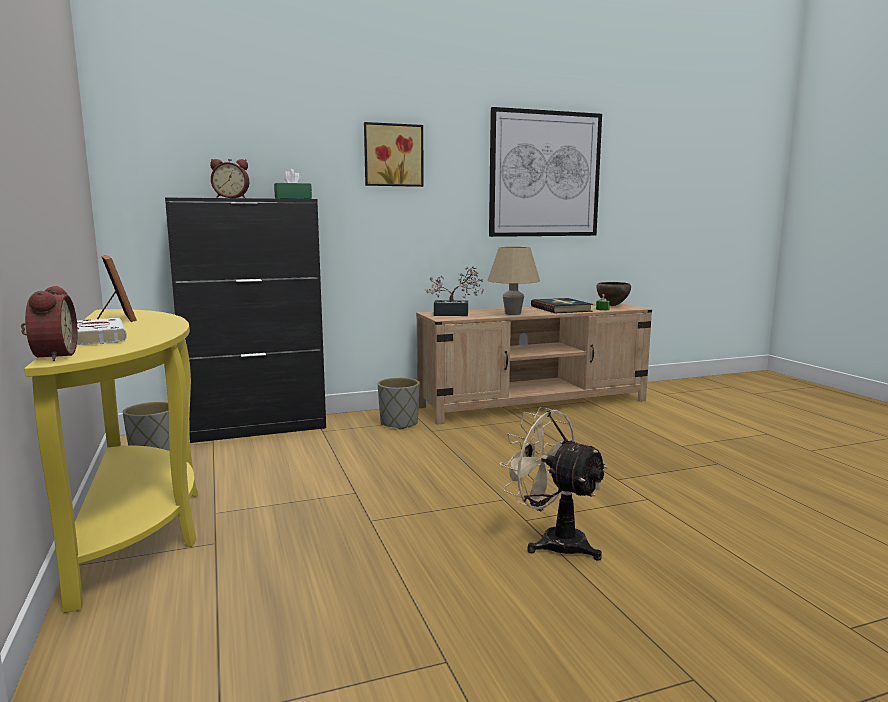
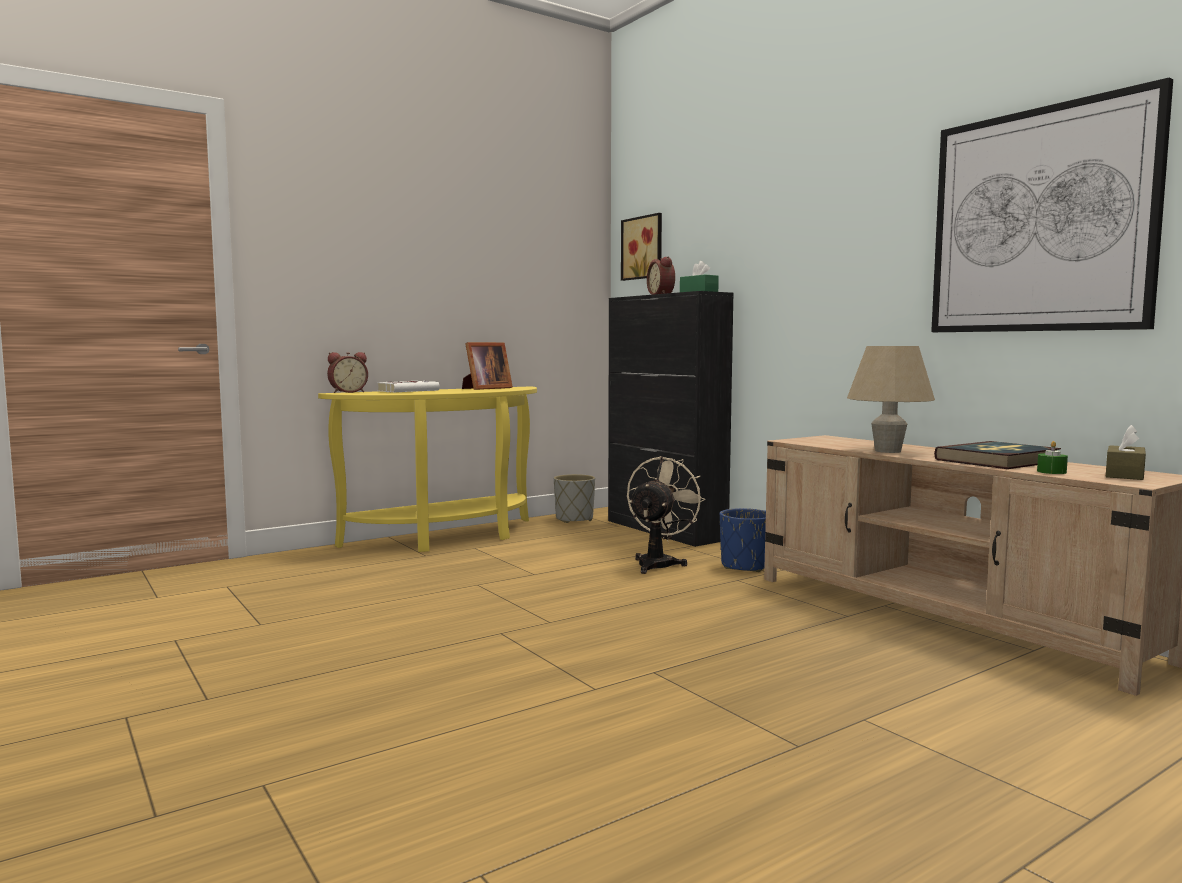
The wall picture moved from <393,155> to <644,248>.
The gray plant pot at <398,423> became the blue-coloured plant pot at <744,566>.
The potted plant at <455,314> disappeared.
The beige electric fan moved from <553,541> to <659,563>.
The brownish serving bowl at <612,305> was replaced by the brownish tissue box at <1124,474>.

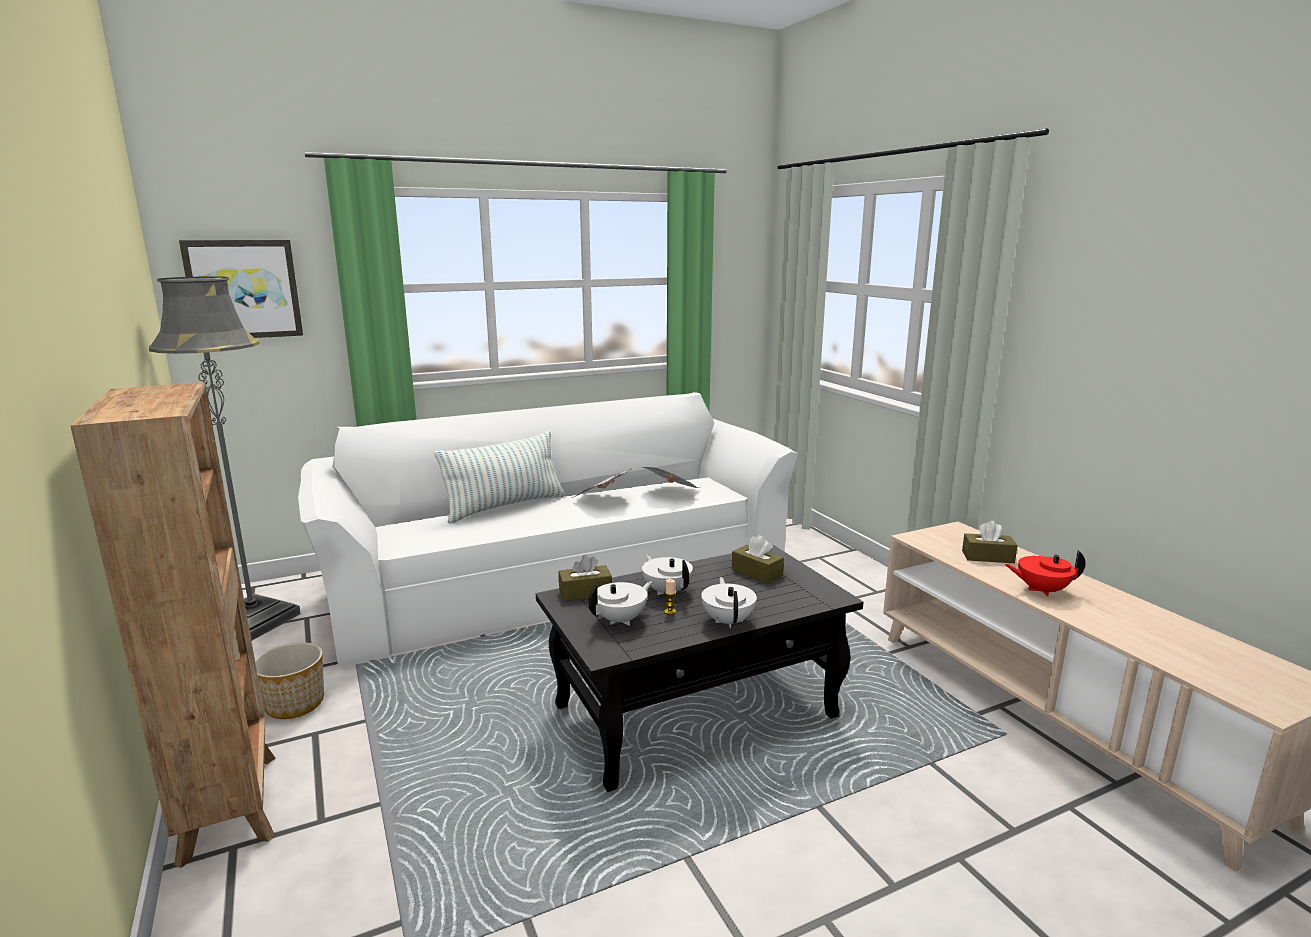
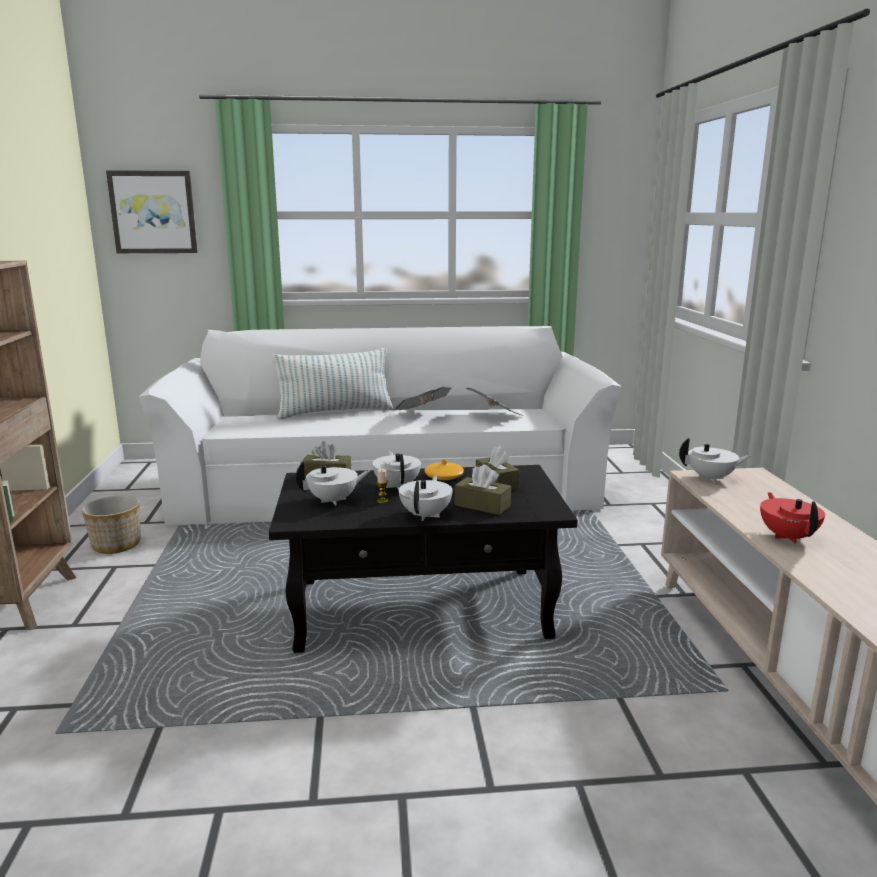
The gray standard lamp at <254,621> disappeared.
The brownish tissue box moved from <987,557> to <482,505>.
The reddish tea pot at <1041,590> turned 60 degrees clockwise.
The orangey flower vase at <444,477> appeared.
The white tea pot at <711,478> appeared.

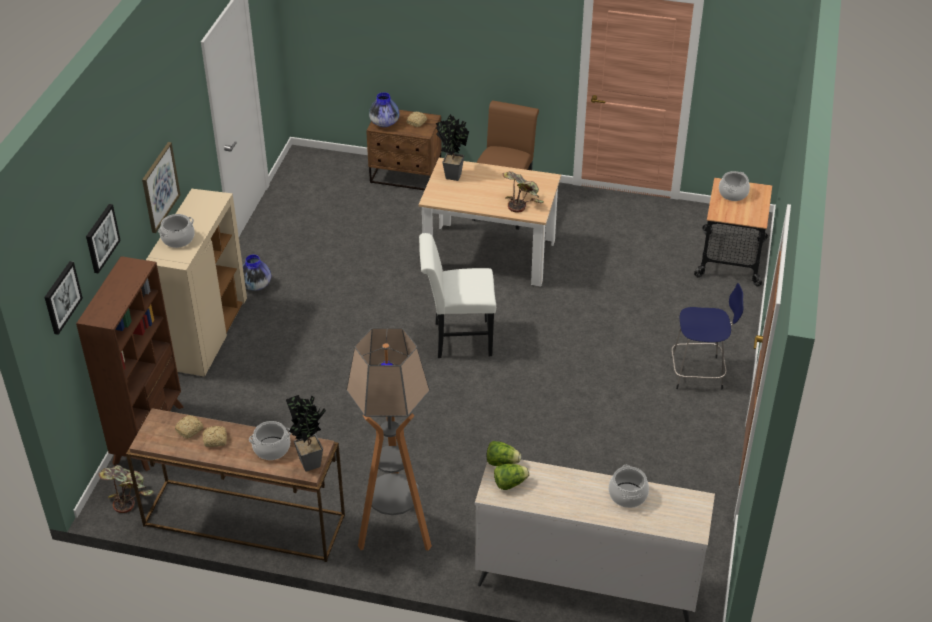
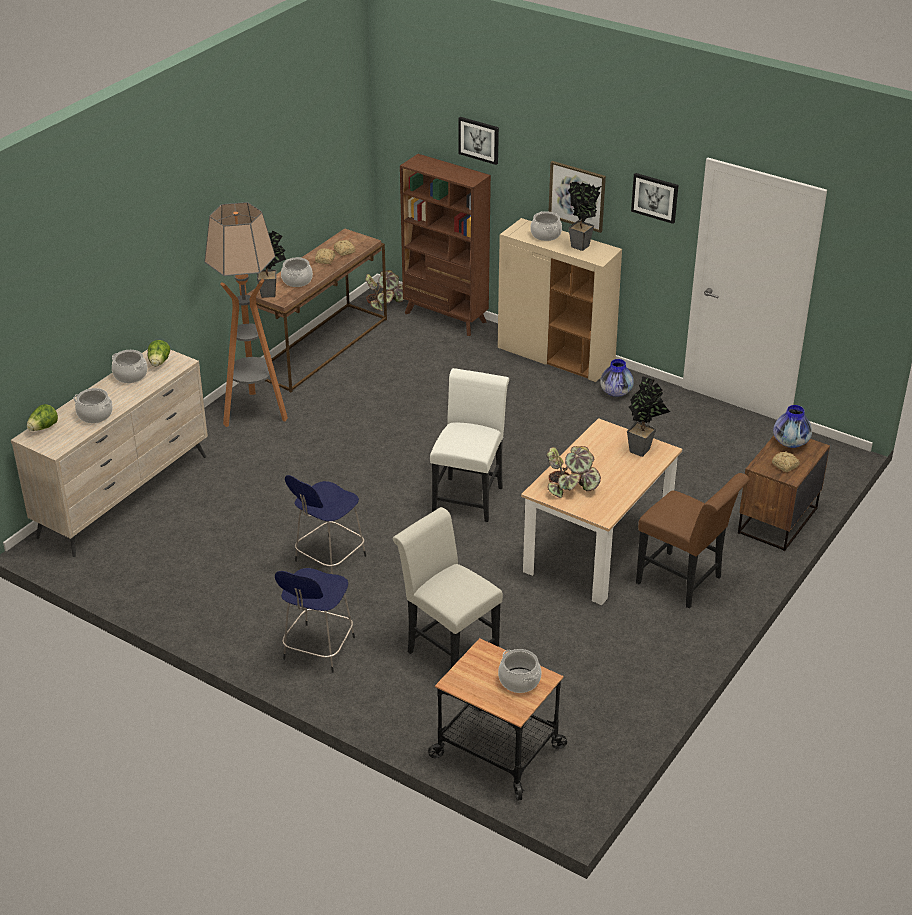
The wall picture moved from <62,297> to <655,197>.
The lettuce moved from <502,462> to <43,428>.
The saucepot at <130,375> appeared.
The blue-coloured stool at <328,560> appeared.
The white plain chair at <448,649> appeared.
The potted plant at <581,247> appeared.

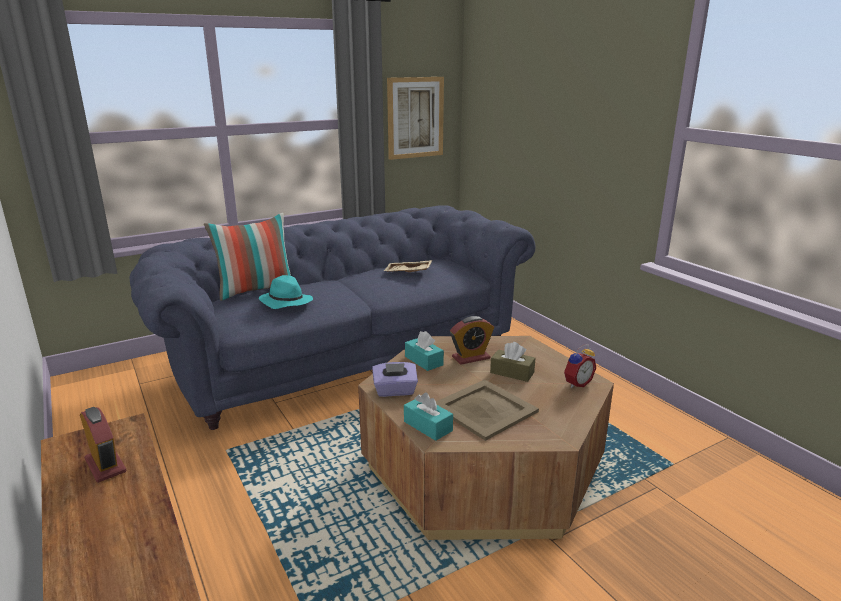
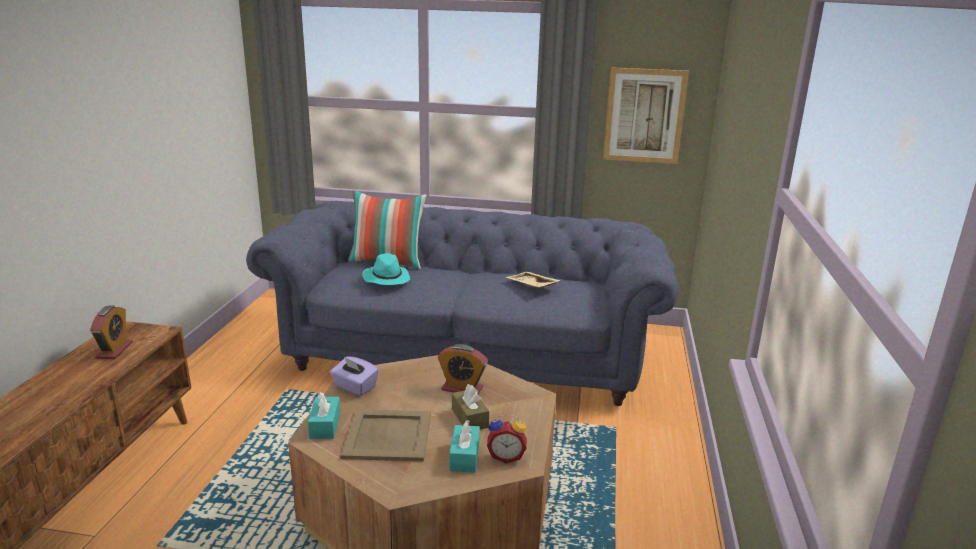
The turquoise-coloured tissue box moved from <424,361> to <464,456>.

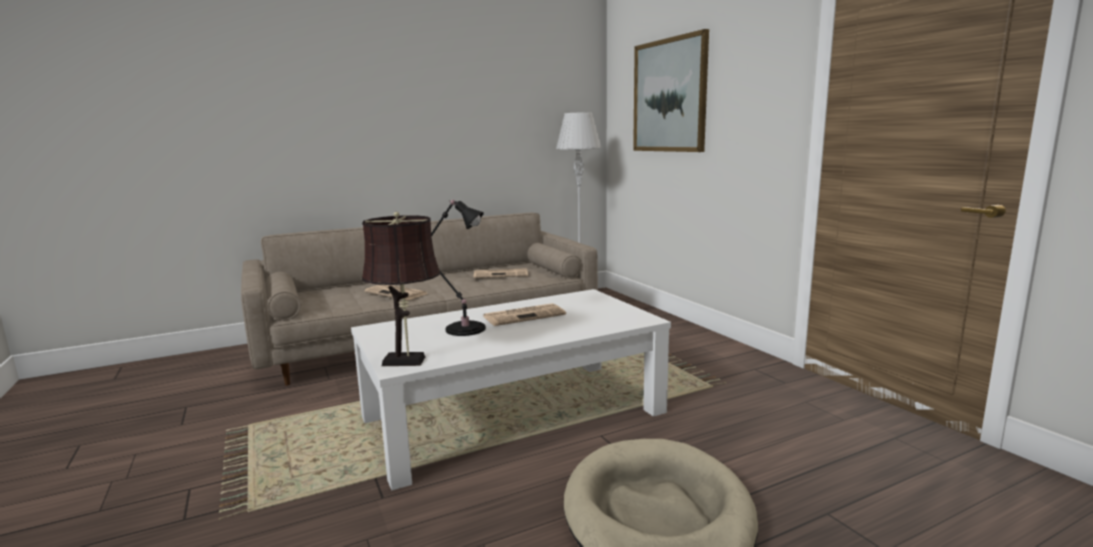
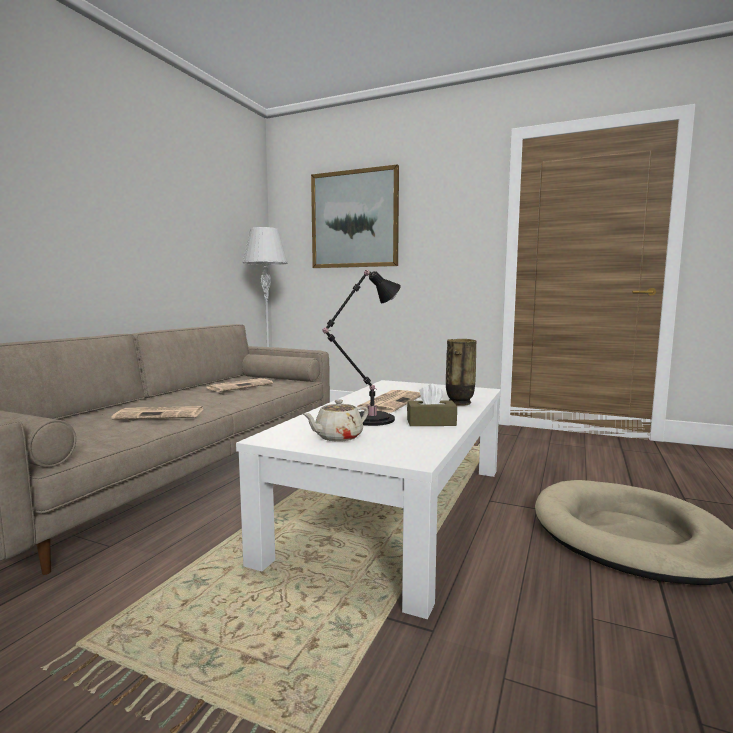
The brownish table lamp at <408,361> disappeared.
The beige tea pot at <337,437> appeared.
The brownish tissue box at <431,423> appeared.
The flower vase at <460,403> appeared.

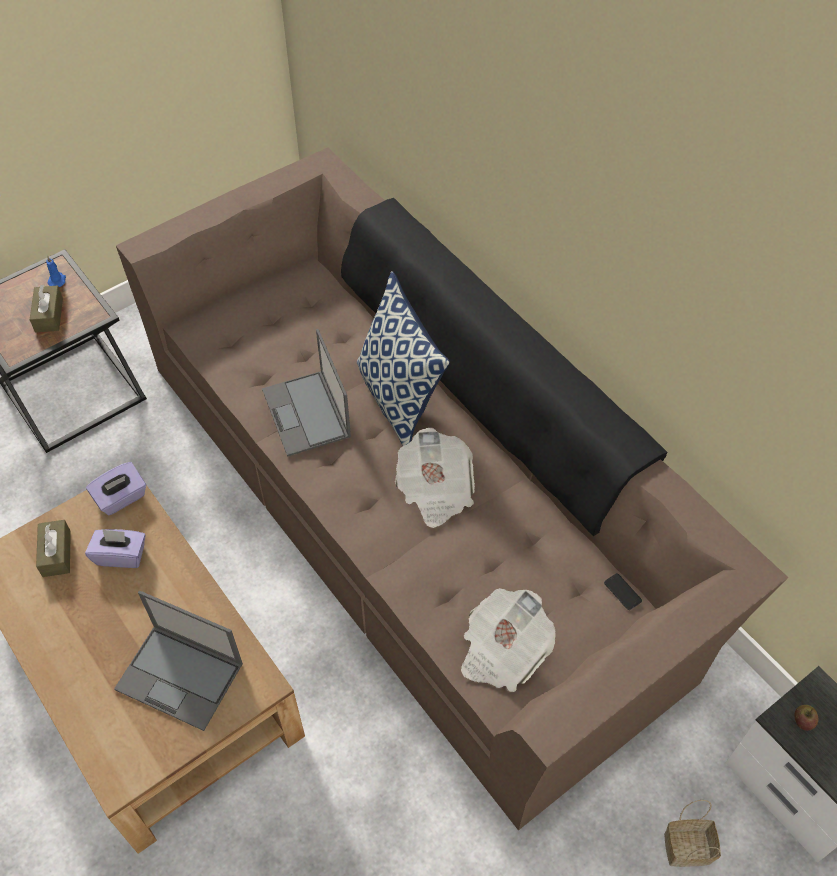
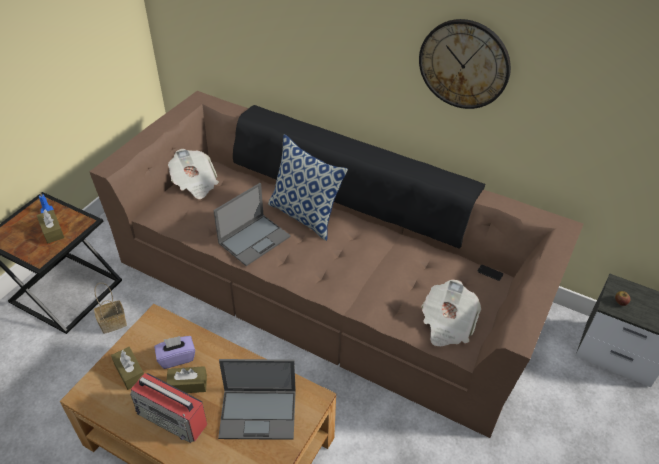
The purple tissue box at <121,498> disappeared.
The notebook computer at <307,414> turned 90 degrees counterclockwise.
The daily paper moved from <435,490> to <195,183>.
The basket moved from <689,847> to <114,322>.
The radio receiver at <173,419> appeared.
The brownish tissue box at <187,384> appeared.
The wall clock at <464,64> appeared.

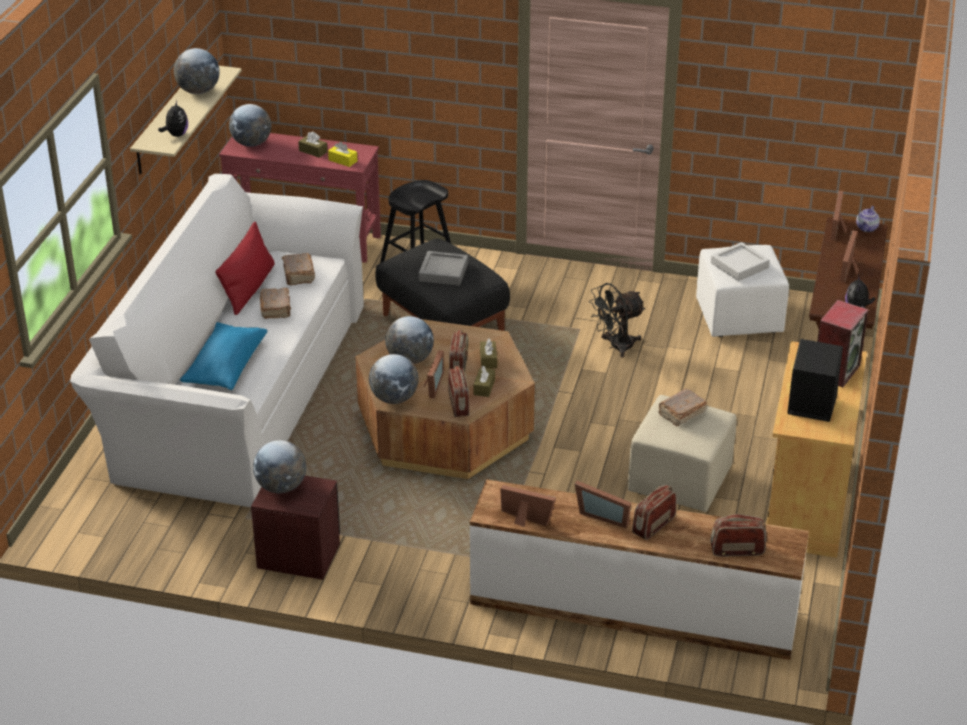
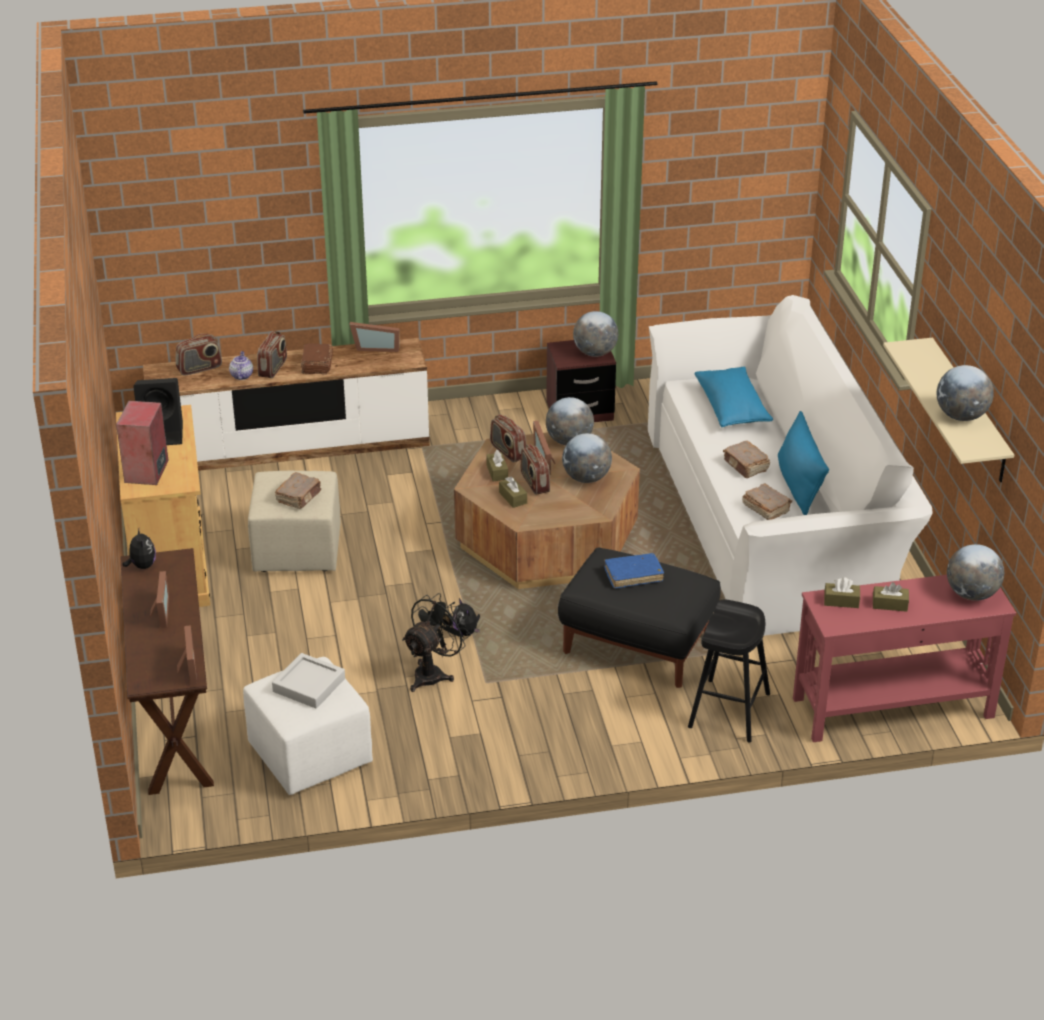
The cuddly toy moved from <176,135> to <466,632>.
The reddish throw pillow at <249,288> became the blue-coloured throw pillow at <798,484>.
The yellow-coloured tissue box at <343,160> became the brownish tissue box at <841,601>.
The gray carrying tray at <443,272> was replaced by the blue-coloured bound book at <633,575>.
The picture frame at <603,515> was replaced by the brownish bound book at <316,365>.
The tea pot moved from <867,228> to <241,375>.

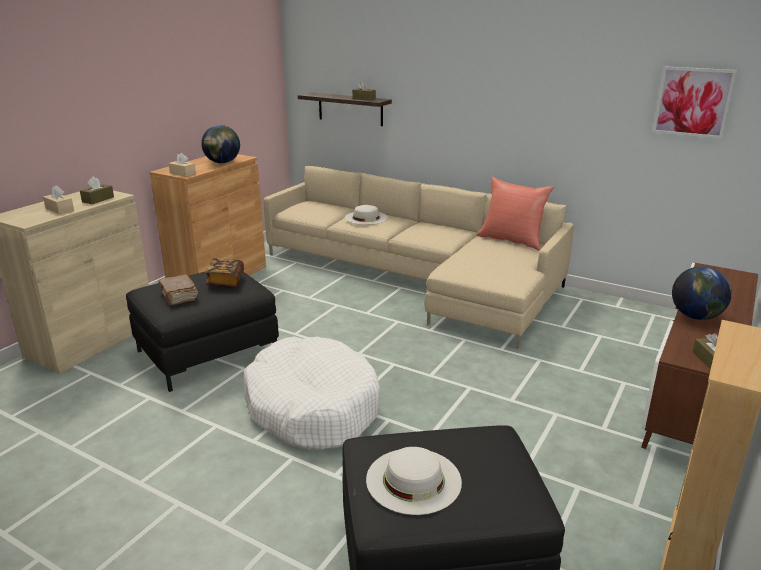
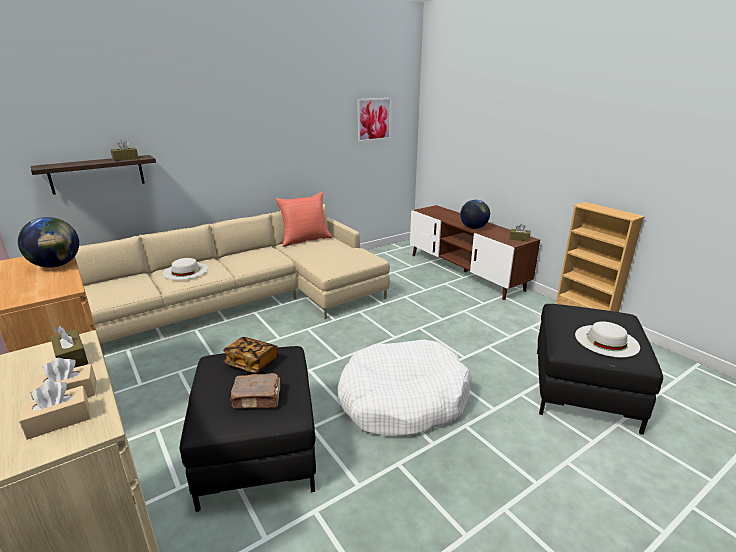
The beige tissue box moved from <182,173> to <59,420>.

